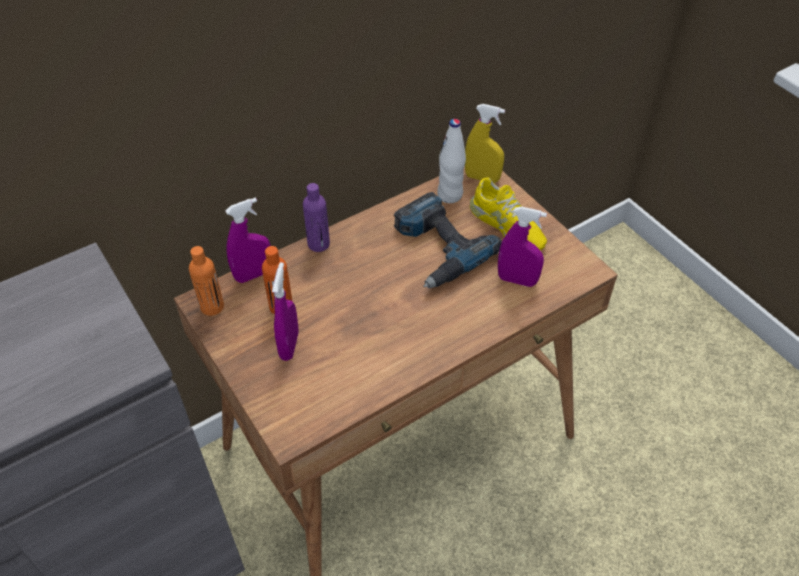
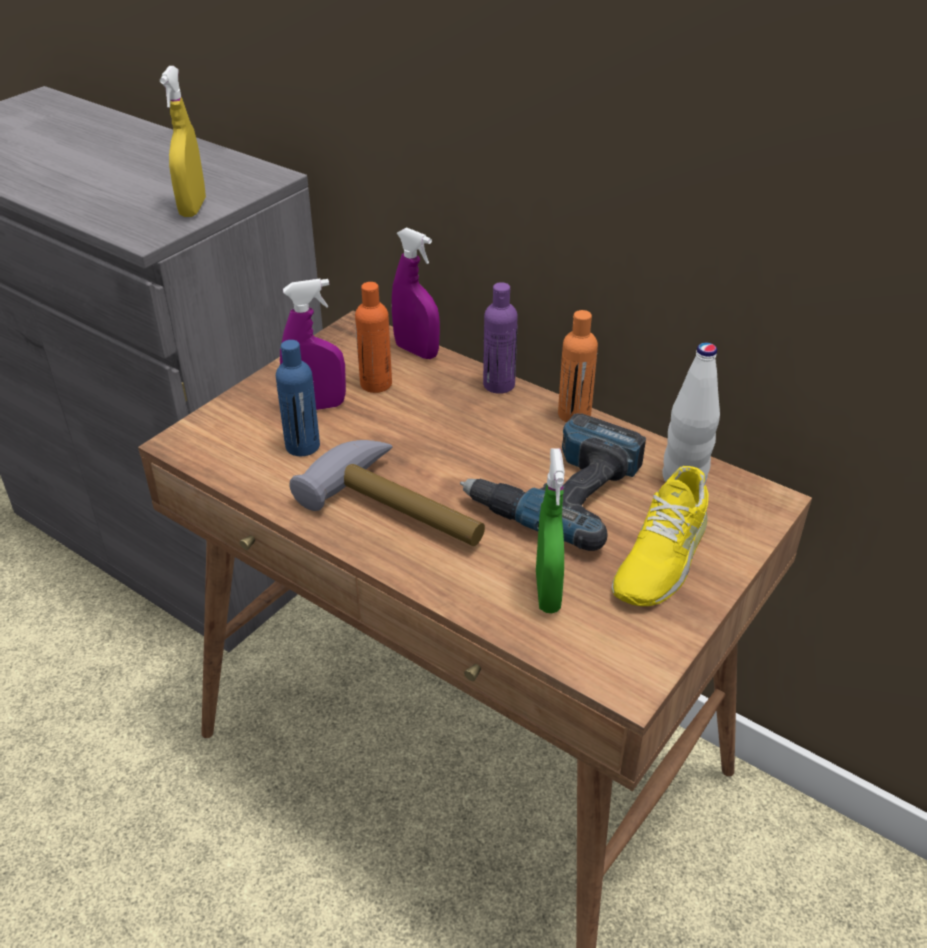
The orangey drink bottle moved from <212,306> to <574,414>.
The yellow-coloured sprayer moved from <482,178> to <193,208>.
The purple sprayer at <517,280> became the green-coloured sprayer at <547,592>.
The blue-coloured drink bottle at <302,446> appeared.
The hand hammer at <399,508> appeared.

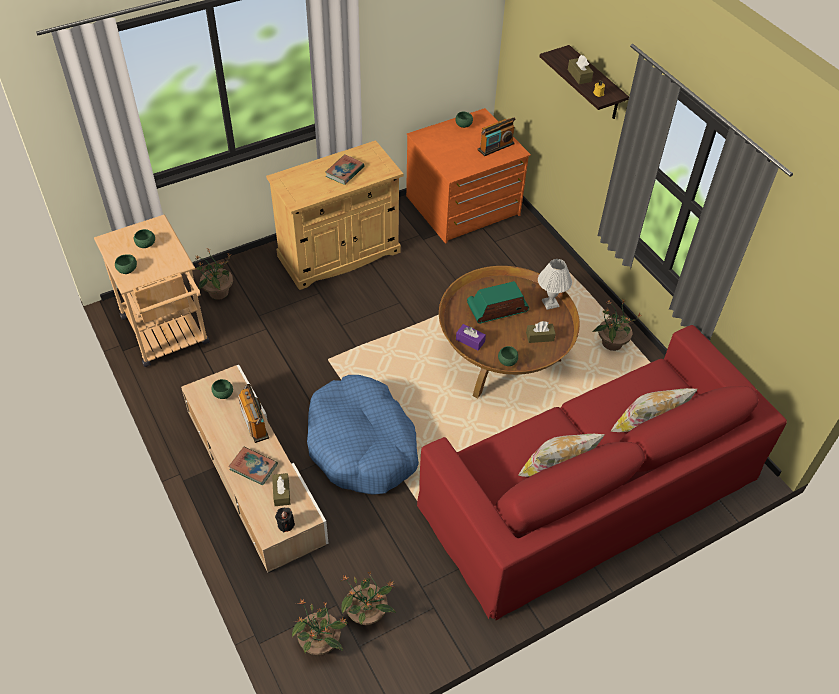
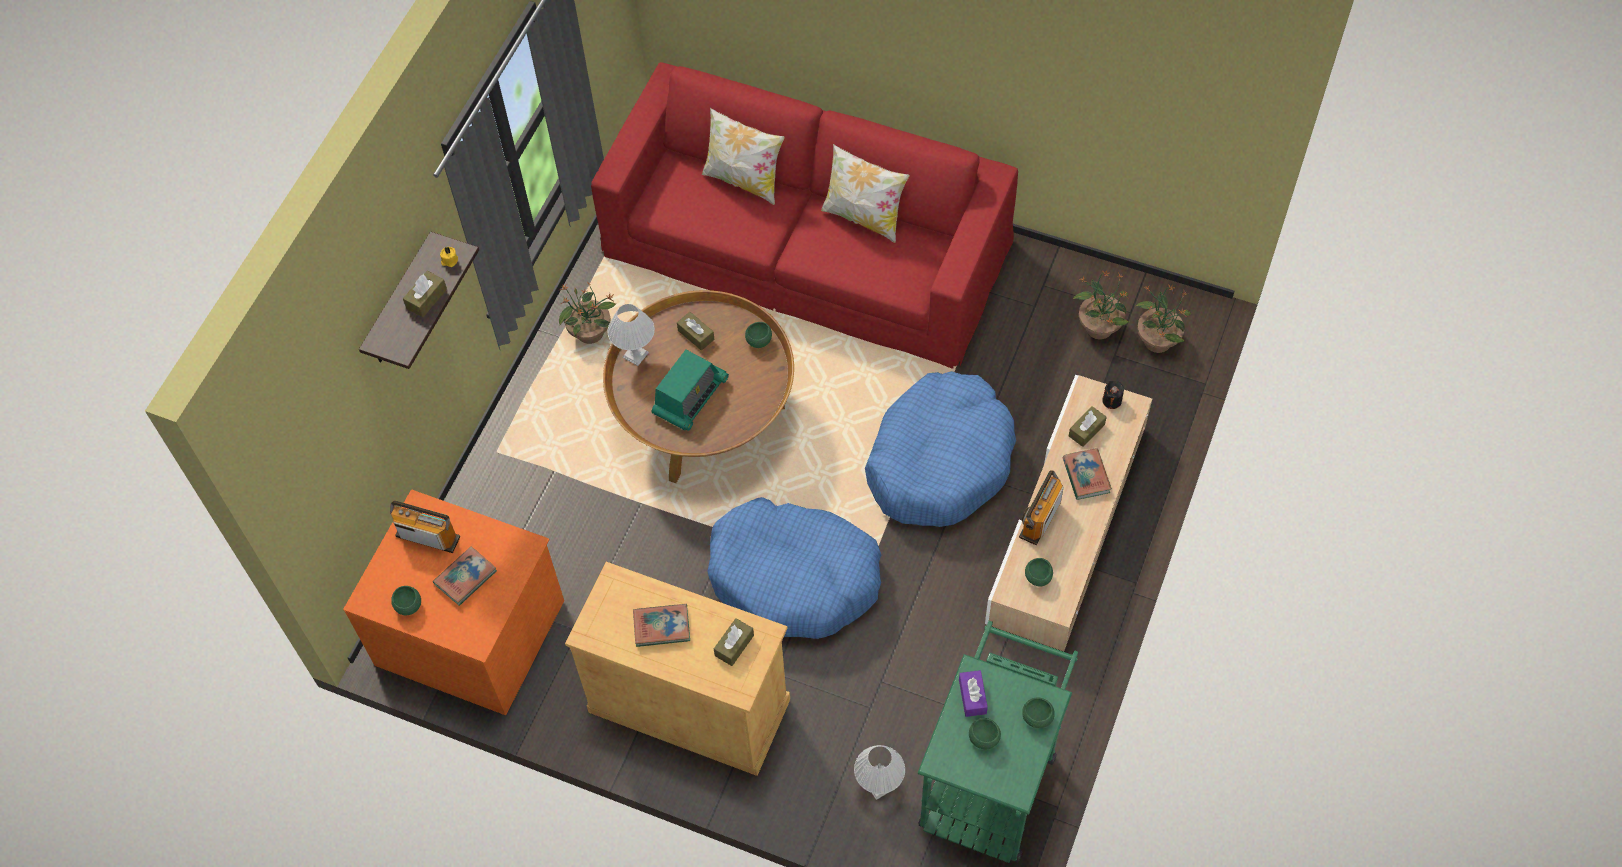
The beige cart at <168,336> became the green-coloured cart at <991,778>.
The potted plant at <218,293> was replaced by the white table lamp at <878,787>.
The purple tissue box moved from <470,340> to <972,696>.
The radio receiver at <497,309> turned 90 degrees counterclockwise.
The bound book at <465,577> appeared.
The blue-coloured pet bed at <794,578> appeared.
The brownish tissue box at <734,645> appeared.

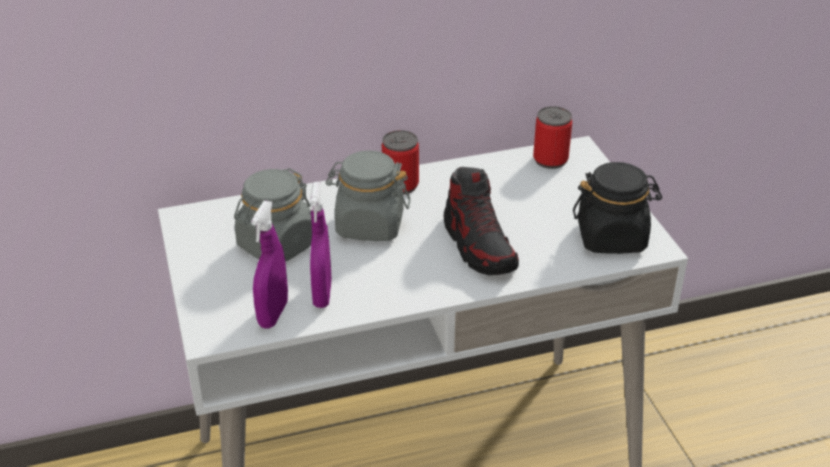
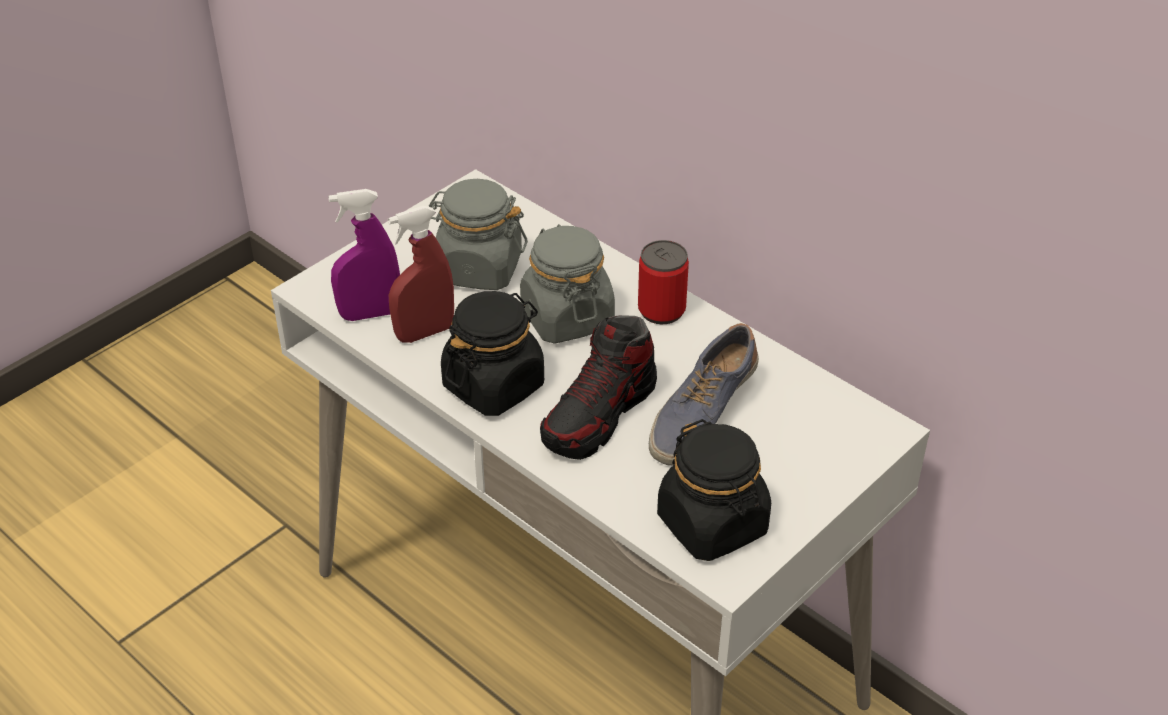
The purple sprayer at <322,294> became the reddish sprayer at <424,333>.
The sealed can at <550,160> disappeared.
The black-coloured jar at <494,385> appeared.
The shoe at <701,414> appeared.

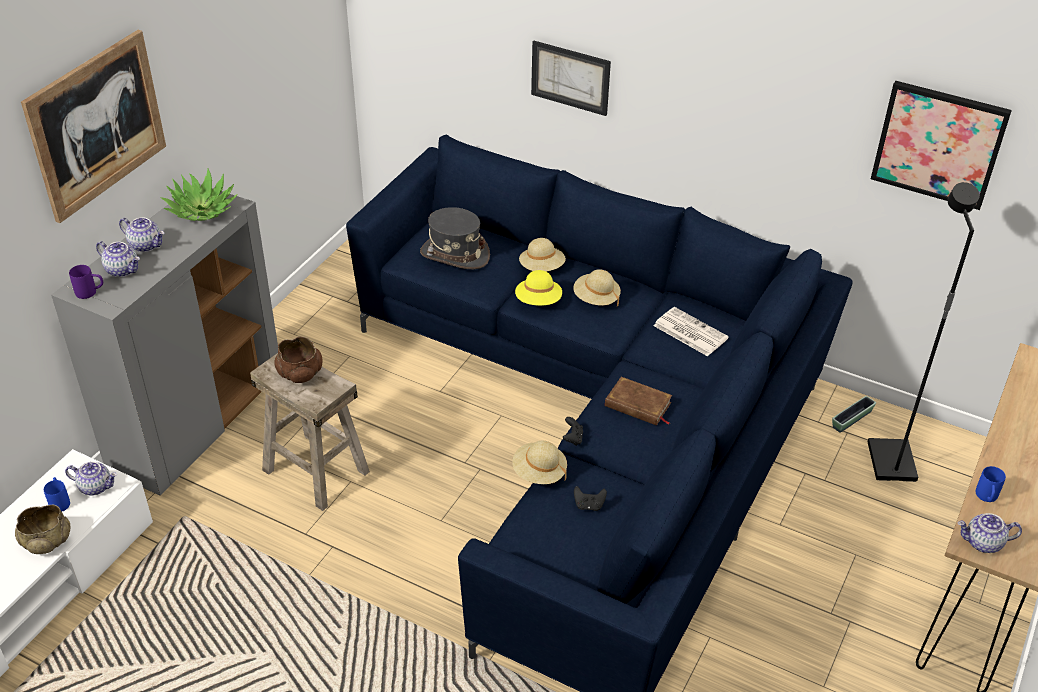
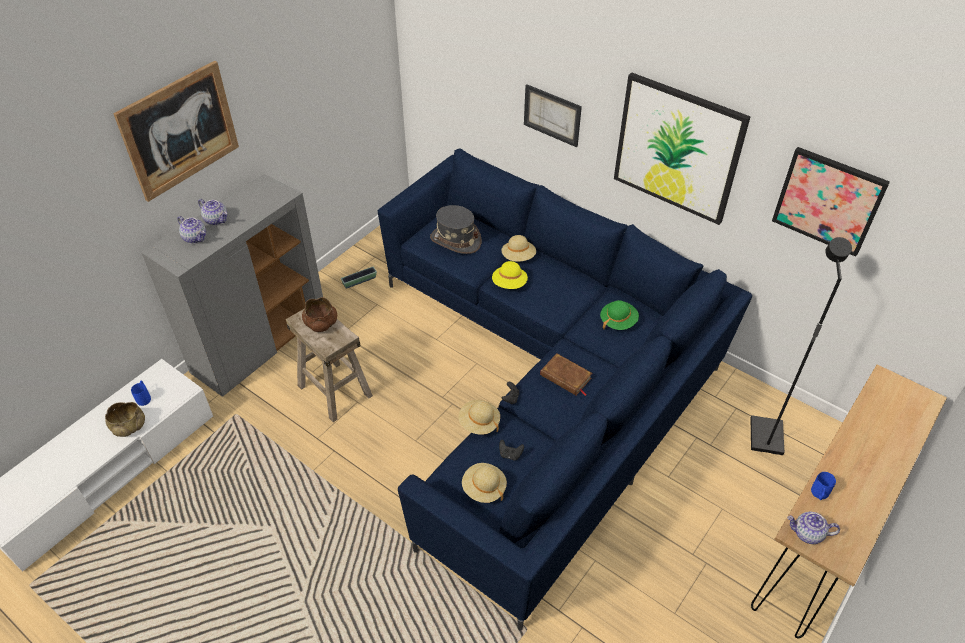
The tea pot at <96,486> disappeared.
The purple mug at <91,292> disappeared.
The potted plant at <202,210> disappeared.
The beige wearable hat moved from <596,298> to <484,488>.
The daily paper at <689,332> was replaced by the green-coloured wearable hat at <618,321>.
The plant pot moved from <851,419> to <359,281>.
The wall picture at <677,148> appeared.

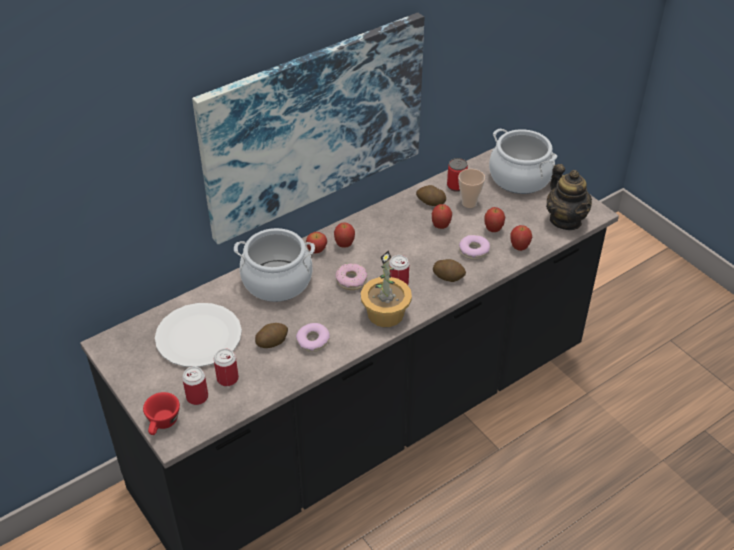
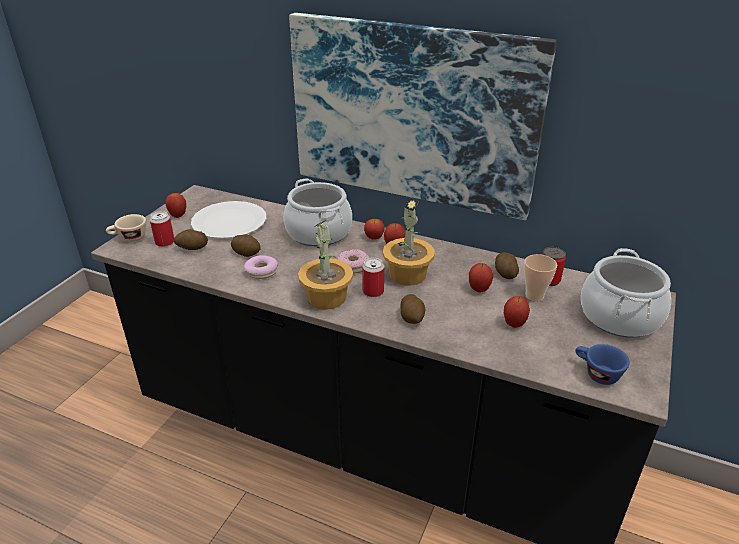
The reddish cup at <162,424> became the beige cup at <129,238>.
The sealed can at <227,378> was replaced by the spud at <192,248>.
The ring doughnut at <474,251> disappeared.
The whole apple moved from <519,247> to <178,216>.
The tea pot at <565,220> was replaced by the blue-coloured cup at <596,373>.
The potted plant at <408,274> appeared.

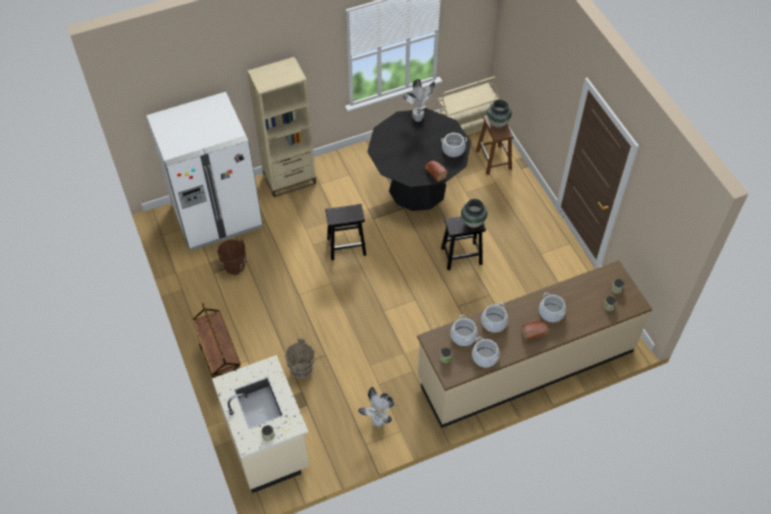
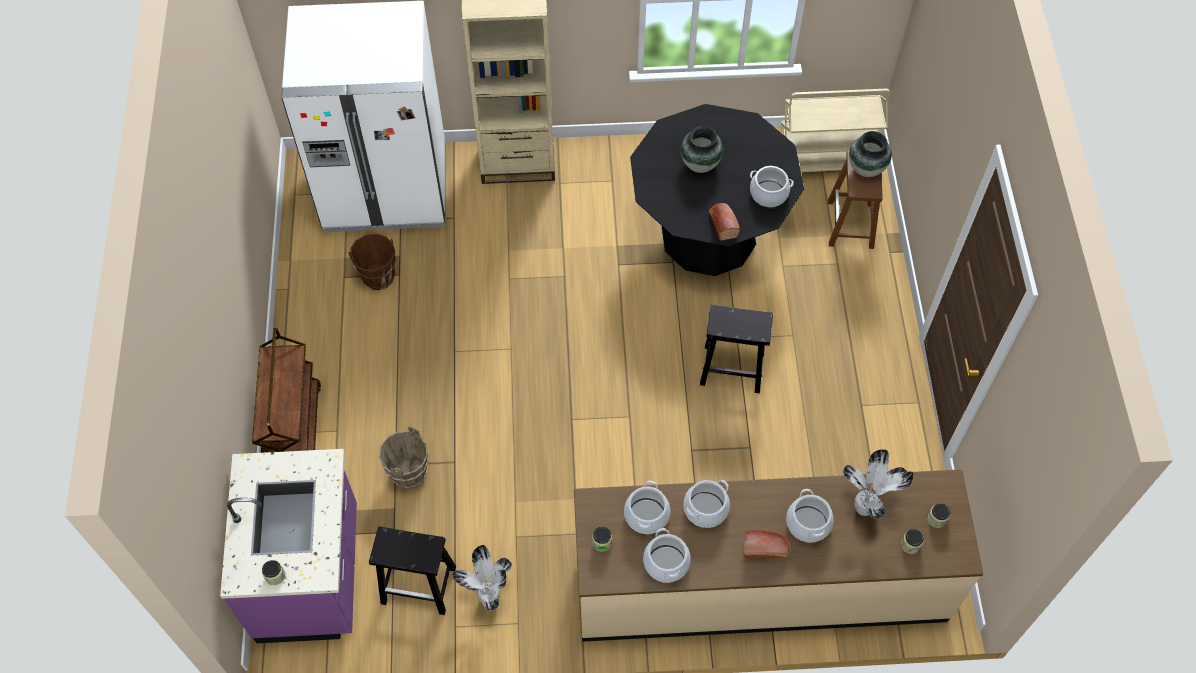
The beige kitchen base unit at <268,444> became the purple kitchen base unit at <311,574>.
The black-coloured stool moved from <347,246> to <420,585>.
The potted plant moved from <419,119> to <865,509>.
The flower vase moved from <473,222> to <699,164>.

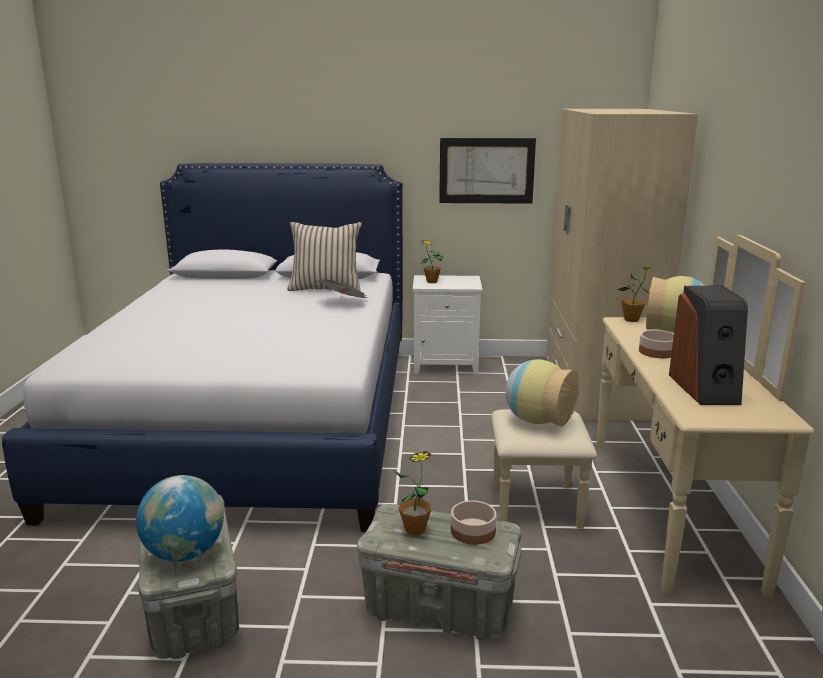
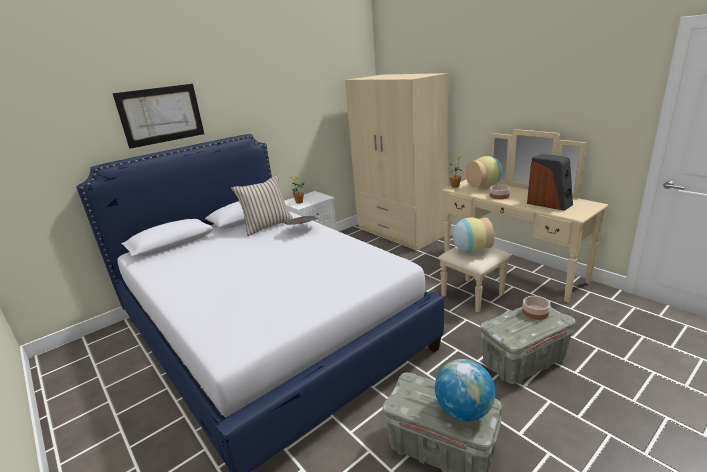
The potted plant at <415,529> disappeared.
The wall picture moved from <486,171> to <161,115>.

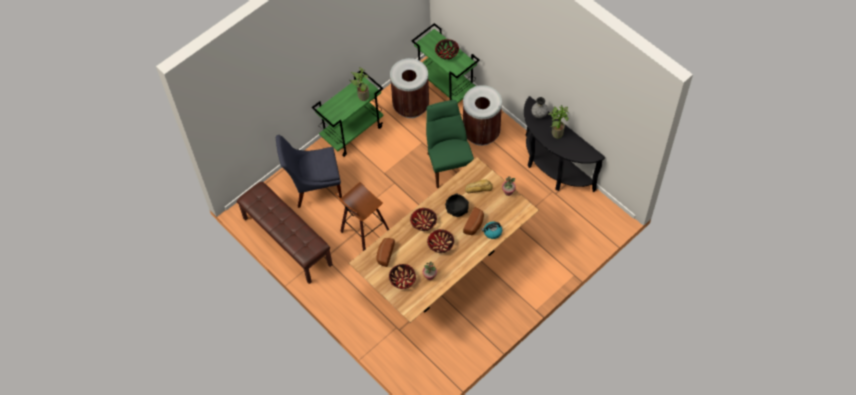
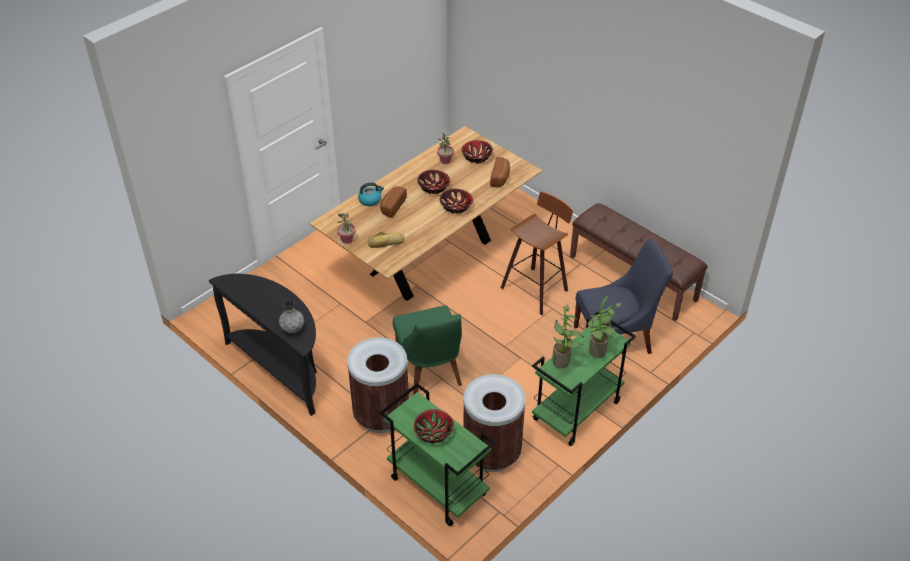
The black-coloured serving bowl at <457,208> disappeared.
The potted plant moved from <556,132> to <598,354>.

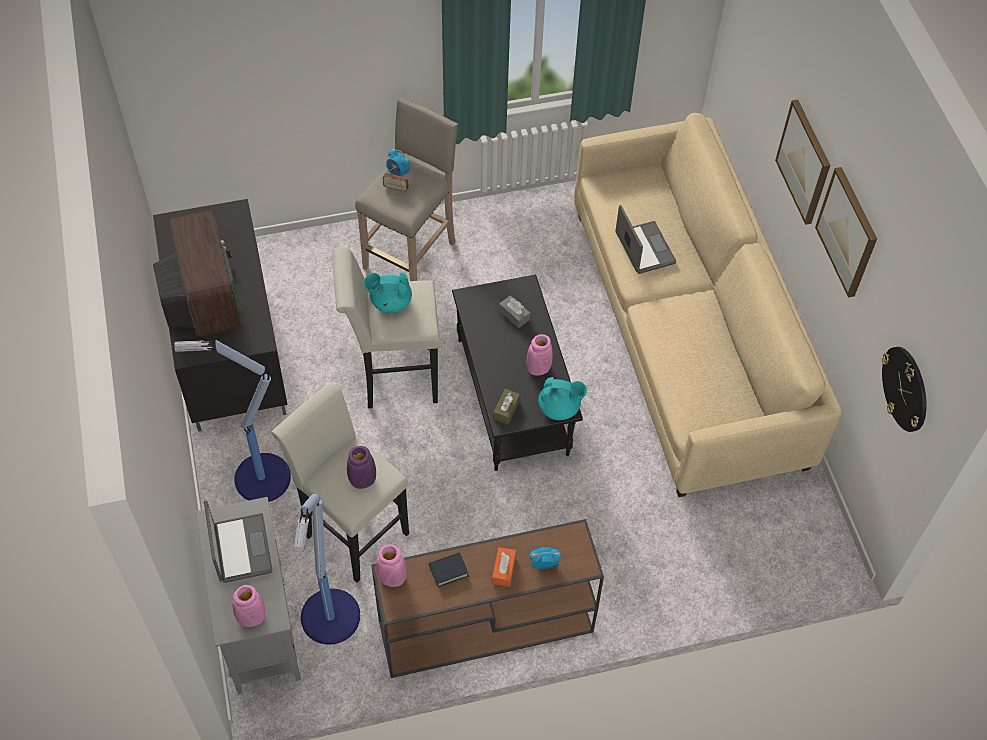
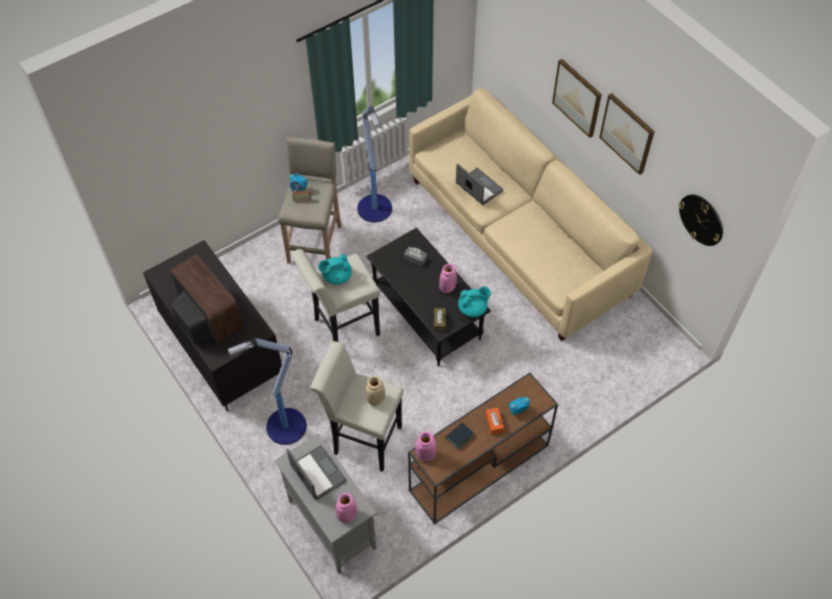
The standard lamp moved from <330,619> to <375,209>.
The purple flower vase at <362,480> became the beige flower vase at <376,399>.

